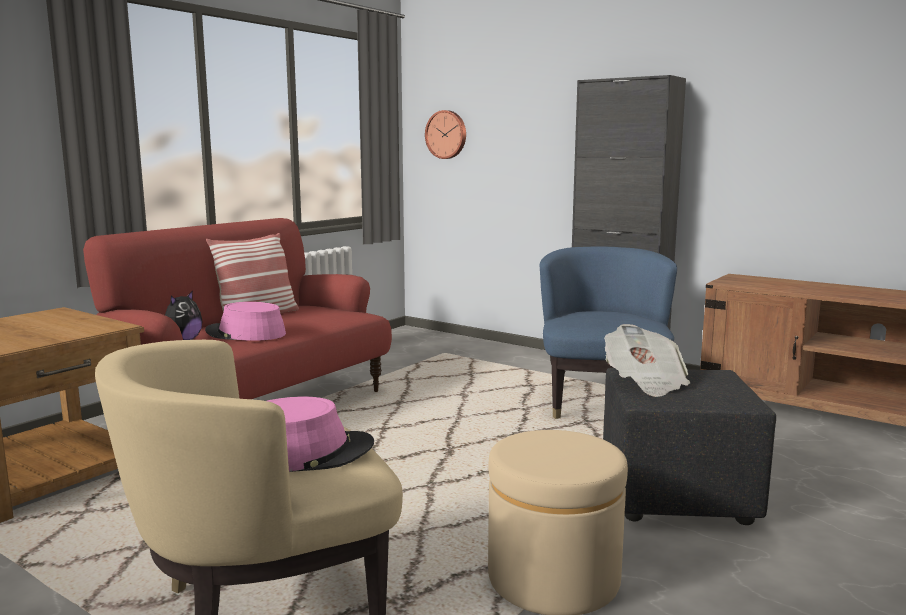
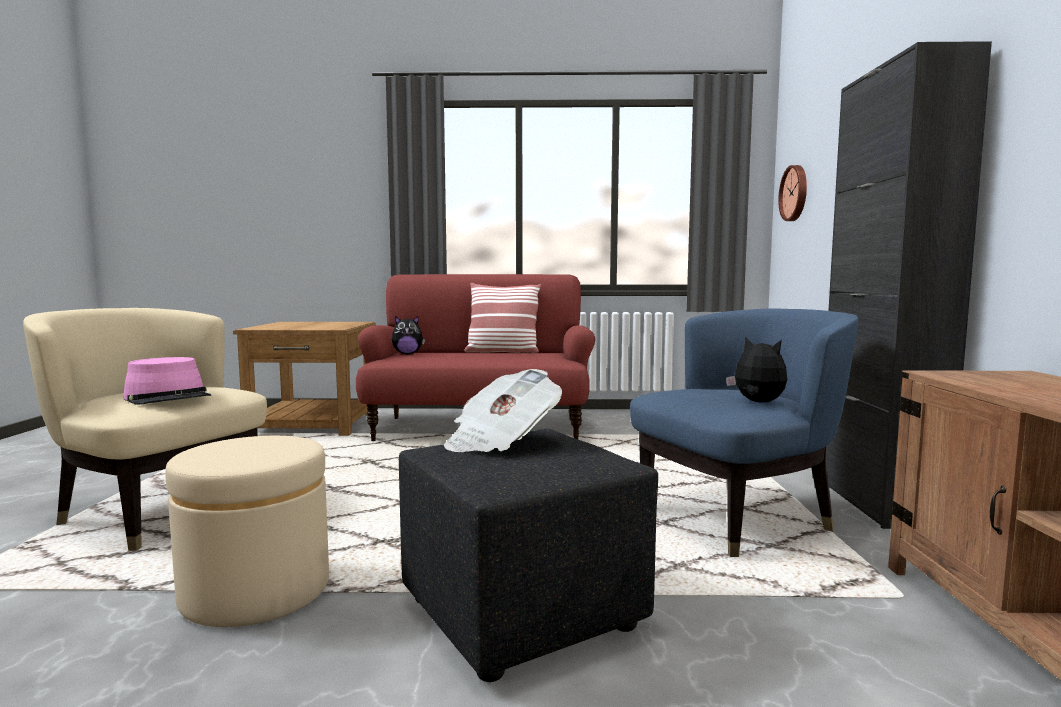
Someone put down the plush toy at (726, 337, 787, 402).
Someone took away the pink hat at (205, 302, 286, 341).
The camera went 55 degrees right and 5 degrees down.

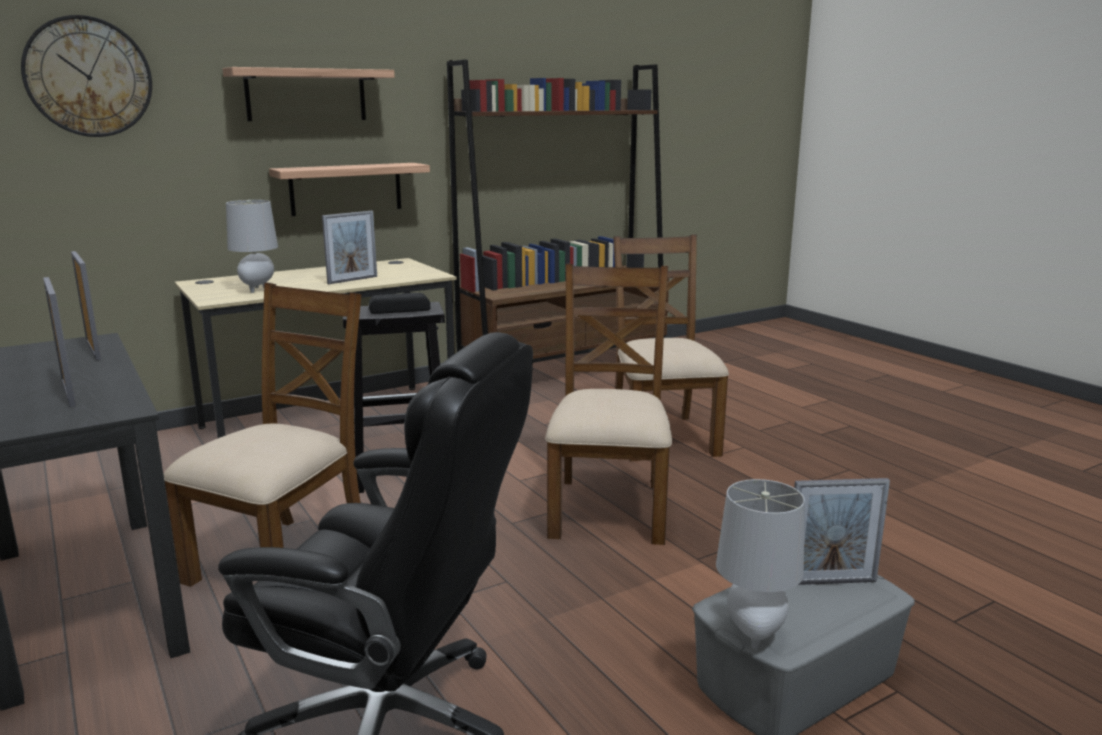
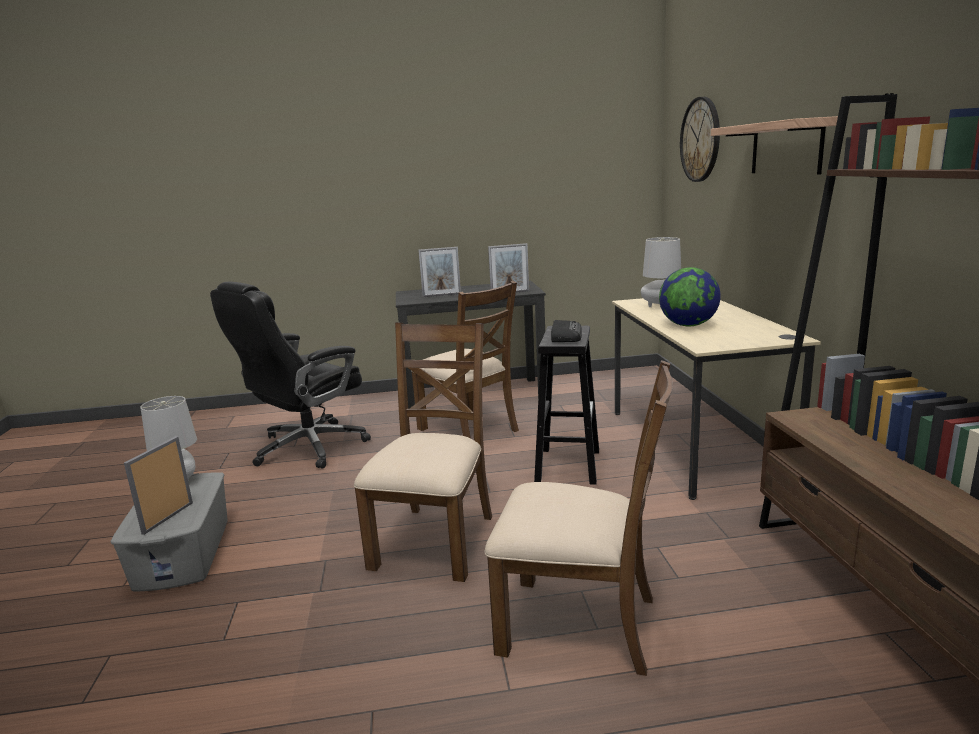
Someone rotated the brown chair at (545, 264, 672, 545) by 105 degrees counterclockwise.
Someone swapped the picture frame at (322, 211, 377, 284) for the globe at (659, 267, 721, 326).
Someone took away the shelf at (269, 163, 430, 216).
The camera went 115 degrees right and 0 degrees up.

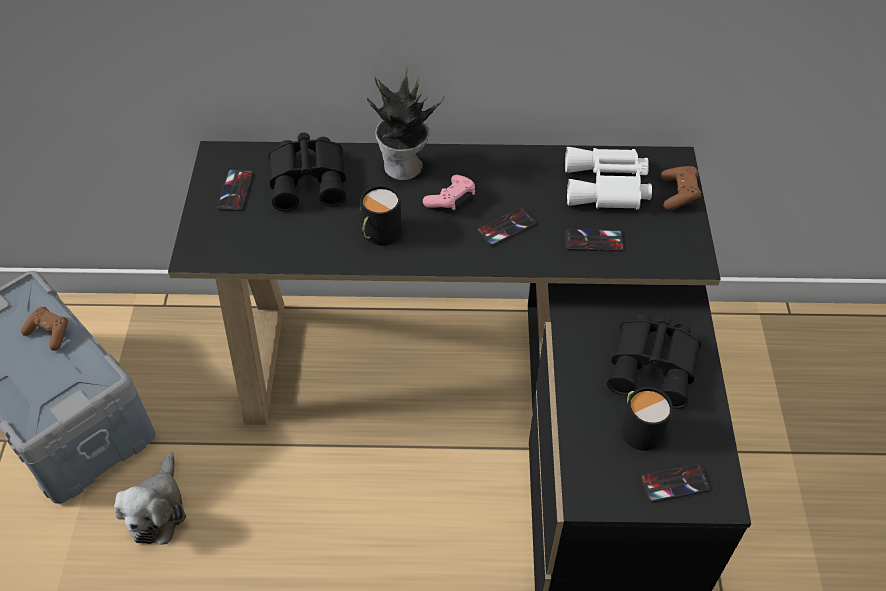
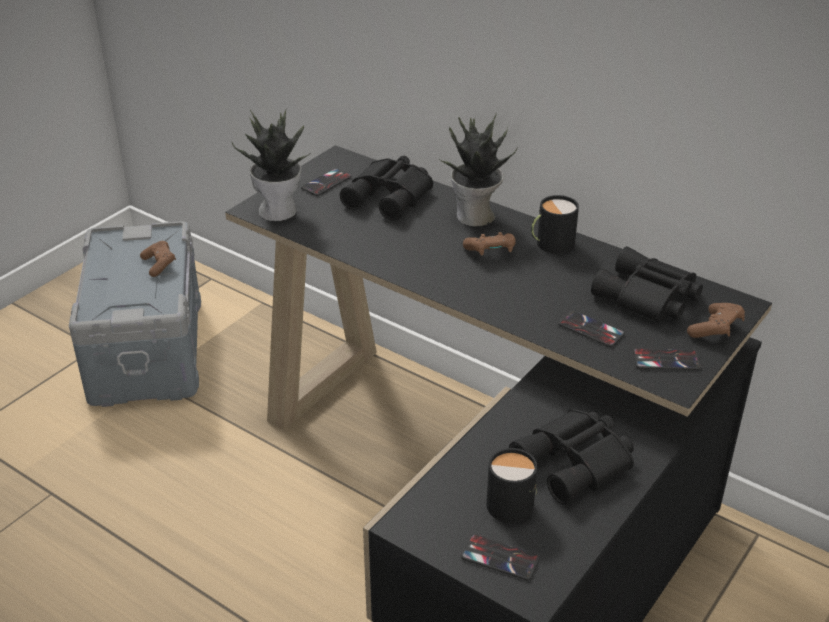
Someone put down the potted plant at (231, 110, 309, 221).
Someone repainted the pink game controller at (423, 175, 475, 210), which became the brown game controller at (463, 232, 516, 255).
Someone carried the black mug from (359, 185, 402, 246) to (531, 195, 579, 254).
Someone repainted the white binoculars at (565, 147, 652, 209), which became the black binoculars at (591, 246, 703, 323).
Someone carried the phone from (477, 207, 537, 246) to (633, 348, 702, 370).
Someone took away the plush toy at (114, 452, 186, 545).
The camera went 35 degrees right and 15 degrees down.

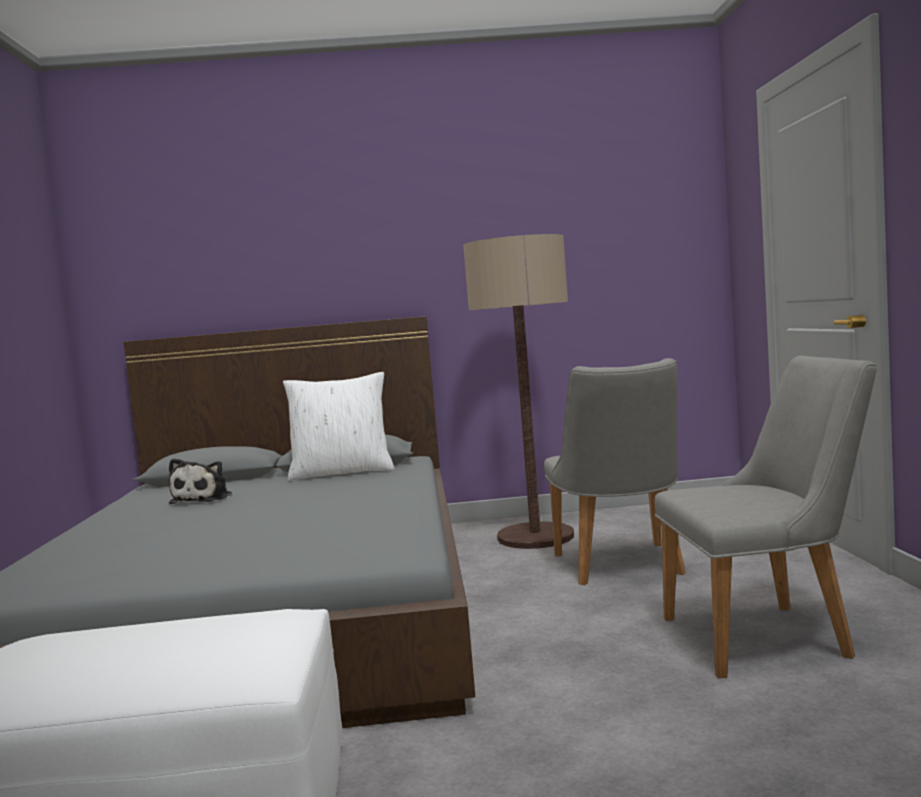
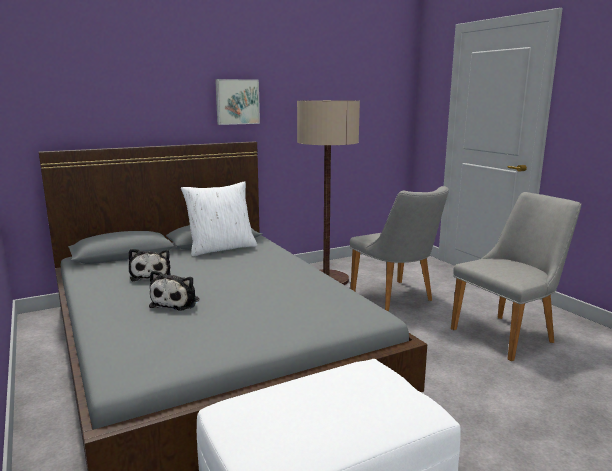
Someone put down the plush toy at (149, 270, 199, 311).
Someone put up the picture at (215, 79, 260, 125).
The camera went 25 degrees left and 10 degrees up.

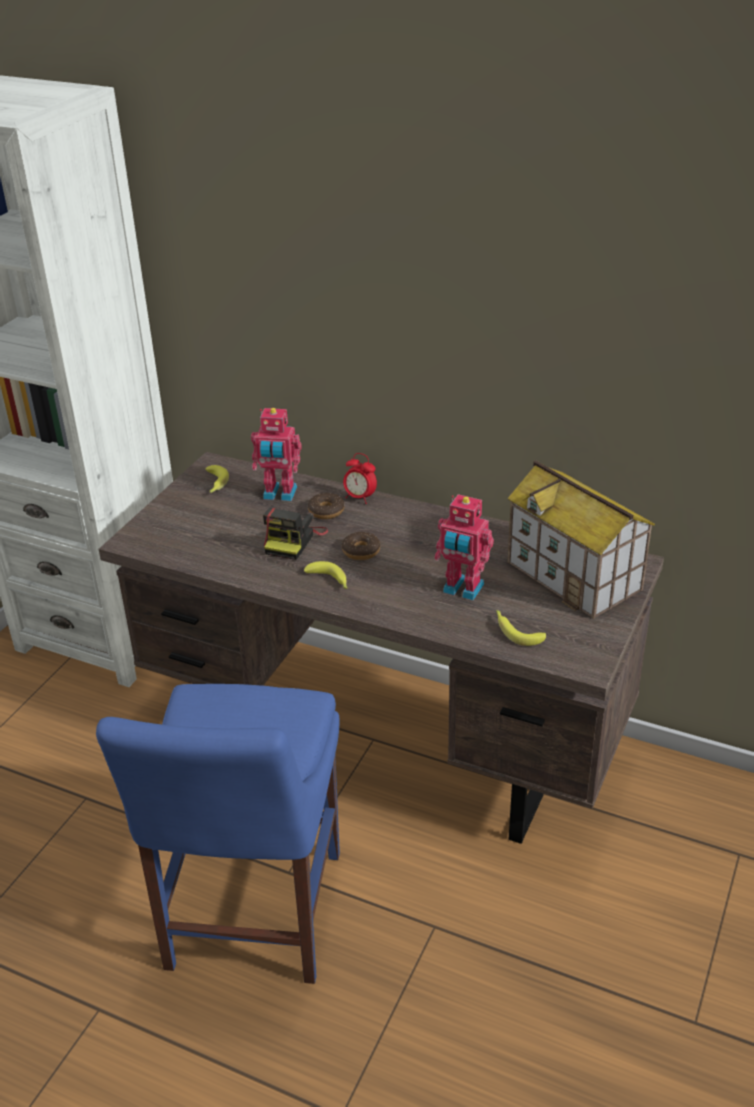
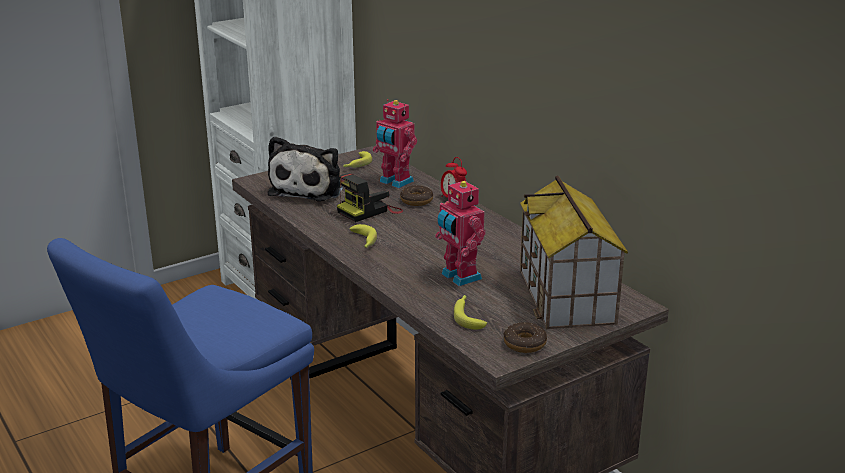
Someone put down the plush toy at (268, 136, 343, 201).
Someone carried the donut from (342, 532, 380, 560) to (503, 322, 547, 353).
The camera went 30 degrees right and 10 degrees down.

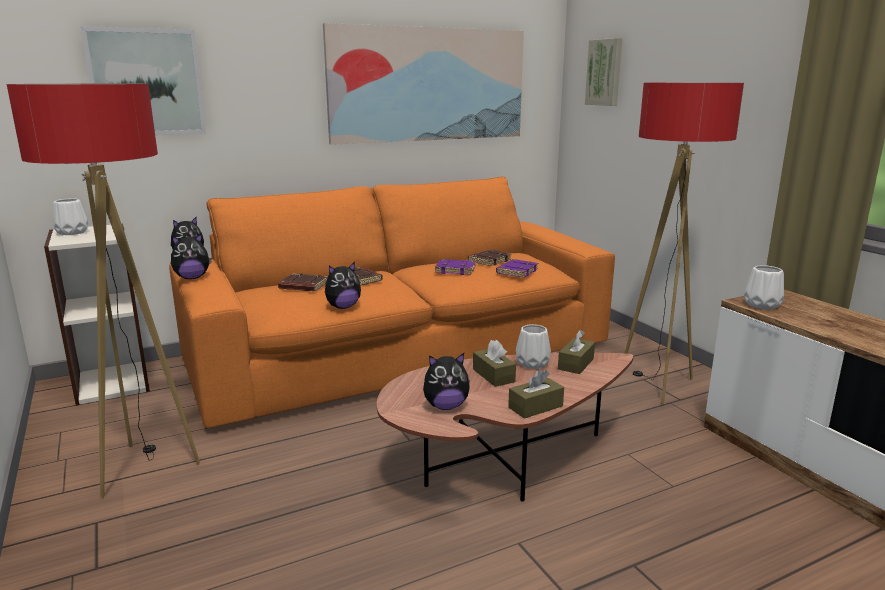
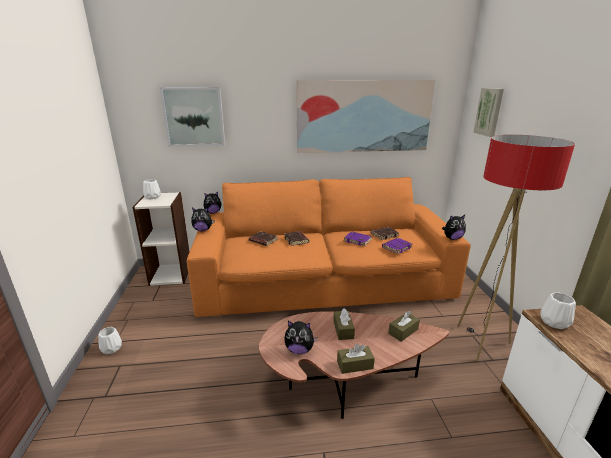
Someone carried the white vase from (516, 324, 551, 369) to (98, 327, 122, 354).
Someone carried the plush toy from (325, 262, 361, 309) to (442, 215, 466, 240).
Someone took away the floor lamp at (7, 84, 200, 498).
The camera went 20 degrees right and 5 degrees up.

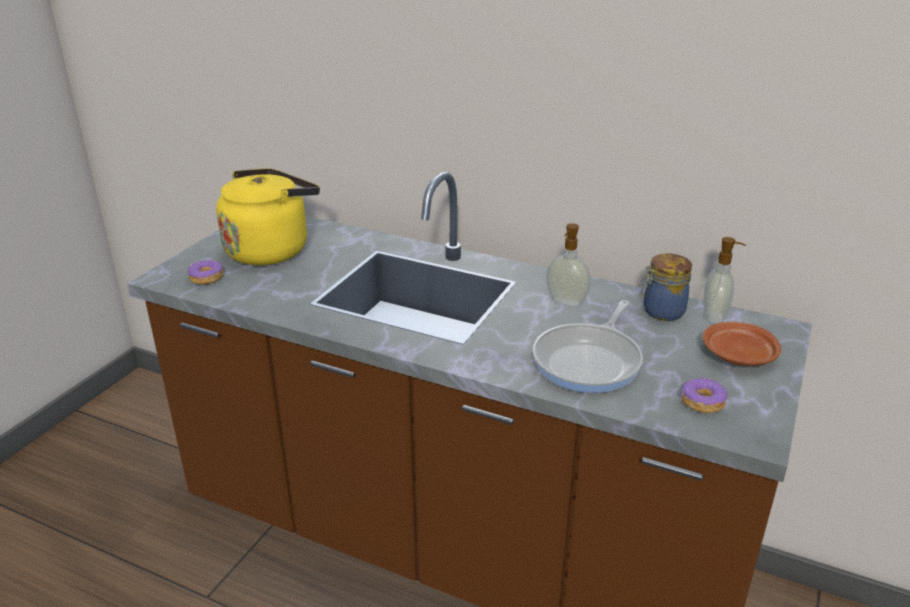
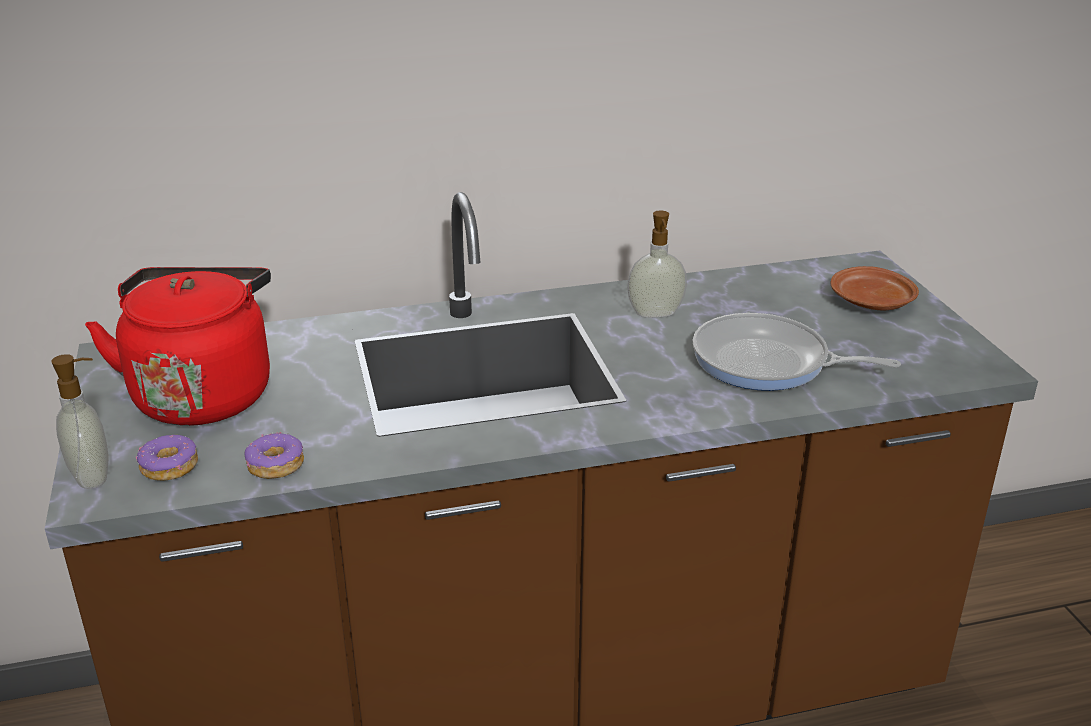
Someone carried the soap dispenser from (703, 237, 746, 324) to (51, 354, 109, 489).
Someone repainted the yellow kettle at (216, 168, 320, 265), which became the red kettle at (85, 267, 271, 426).
Someone carried the donut from (682, 377, 727, 413) to (245, 432, 304, 479).
Someone rotated the frying pan at (533, 300, 643, 393) by 120 degrees clockwise.
Someone took away the jar at (641, 254, 692, 321).
The camera went 40 degrees left and 0 degrees up.

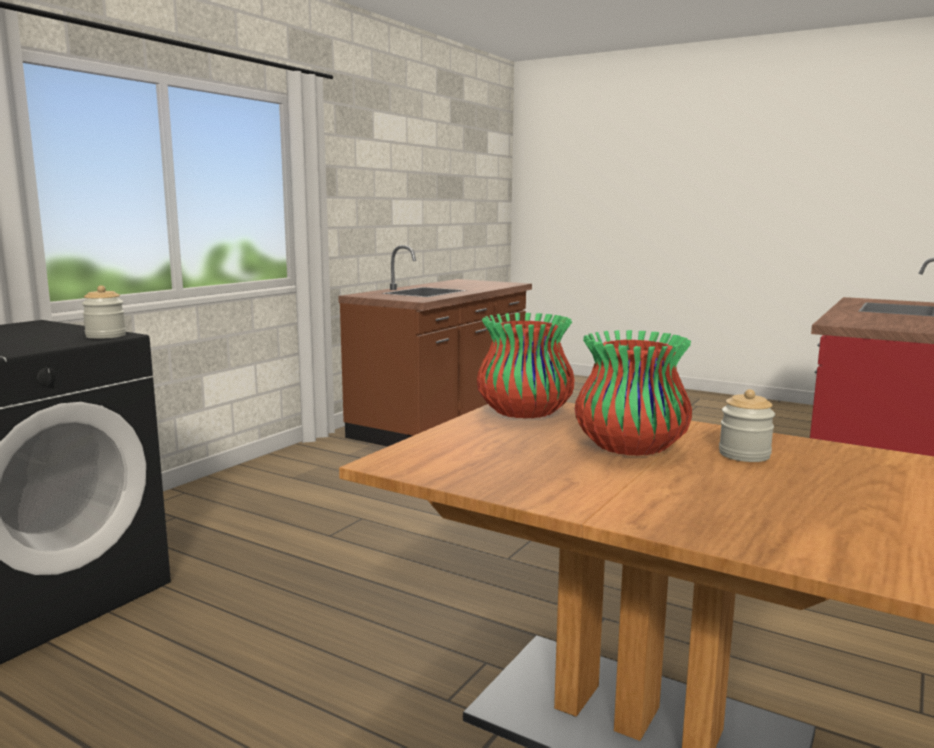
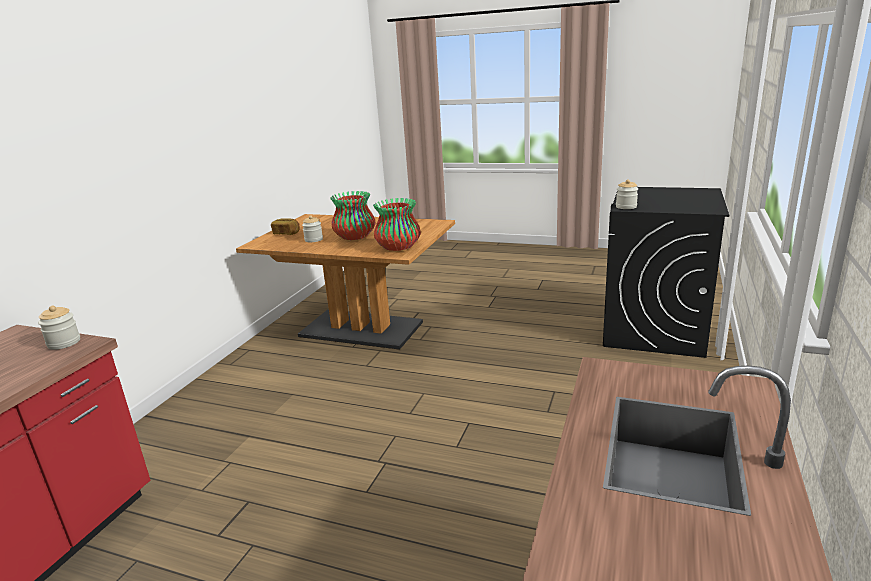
Someone put down the jar at (38, 306, 80, 350).
Someone put down the bread at (271, 218, 300, 235).
The camera went 170 degrees right and 10 degrees up.

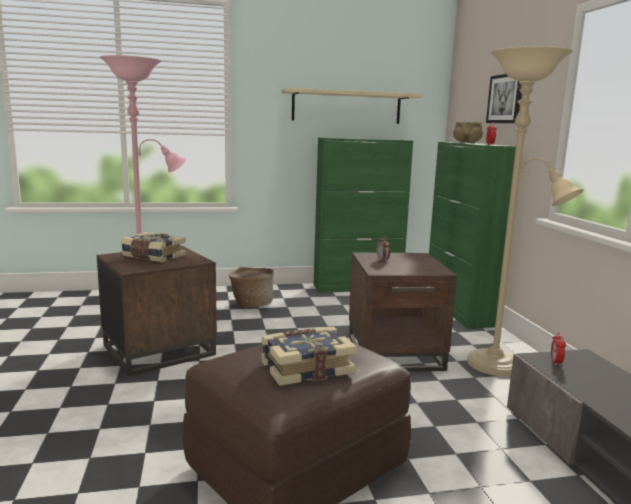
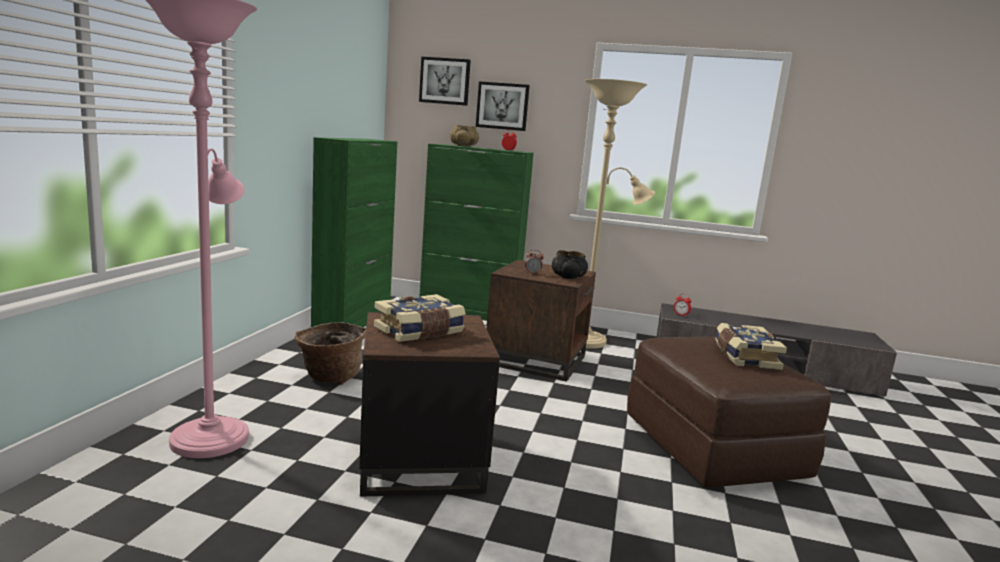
Someone put up the picture at (419, 57, 471, 106).
Someone put down the black bowl at (552, 250, 588, 279).
Someone took away the beige shelf at (281, 88, 422, 124).
The camera went 65 degrees left and 0 degrees up.

